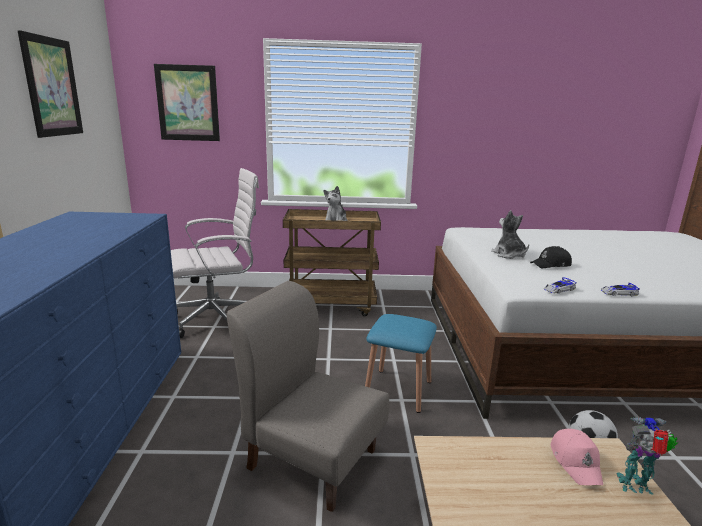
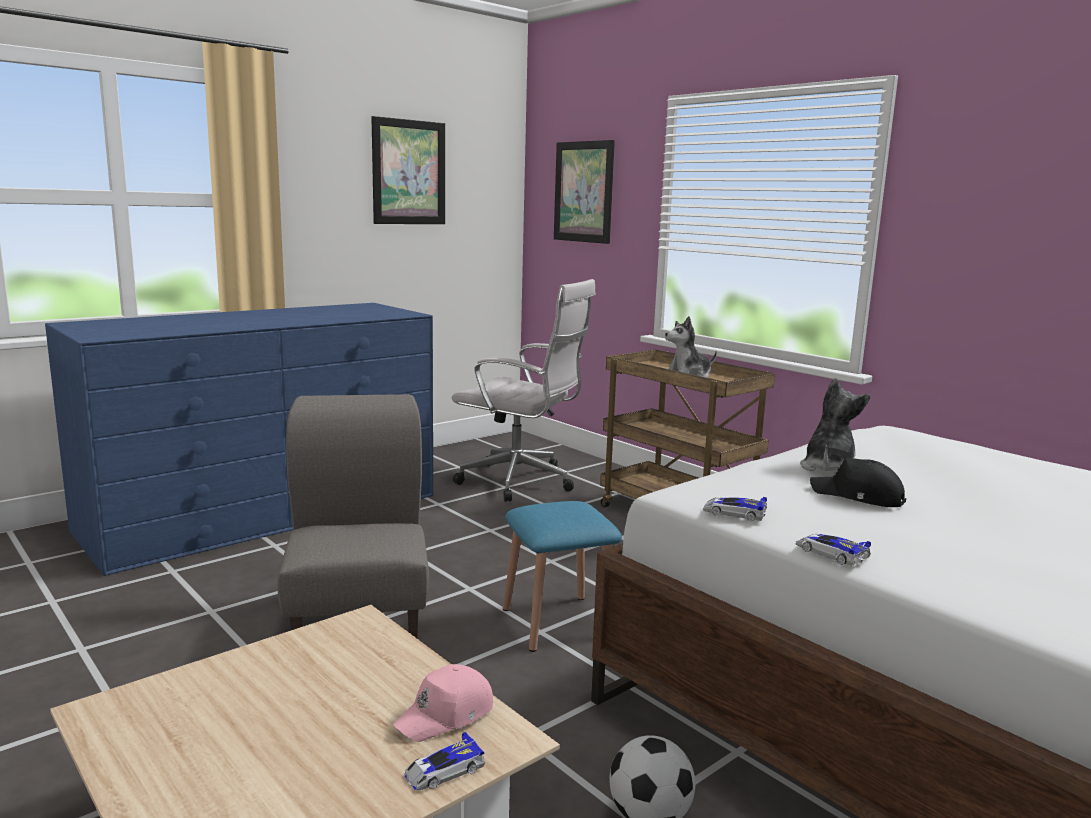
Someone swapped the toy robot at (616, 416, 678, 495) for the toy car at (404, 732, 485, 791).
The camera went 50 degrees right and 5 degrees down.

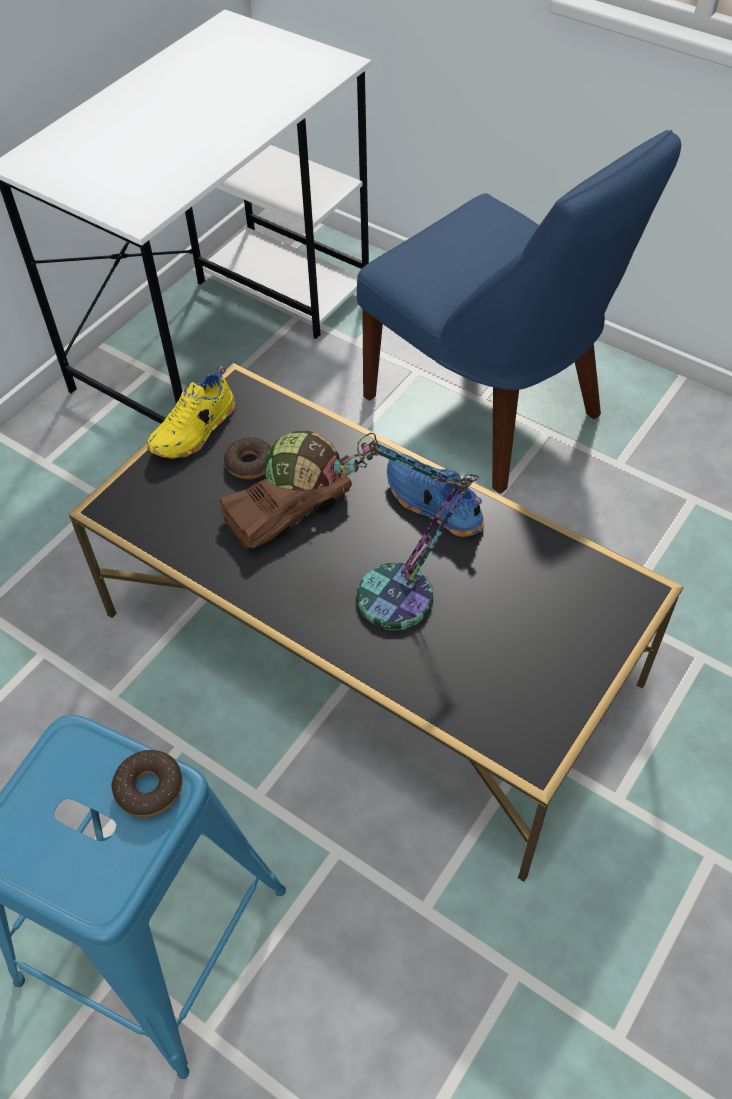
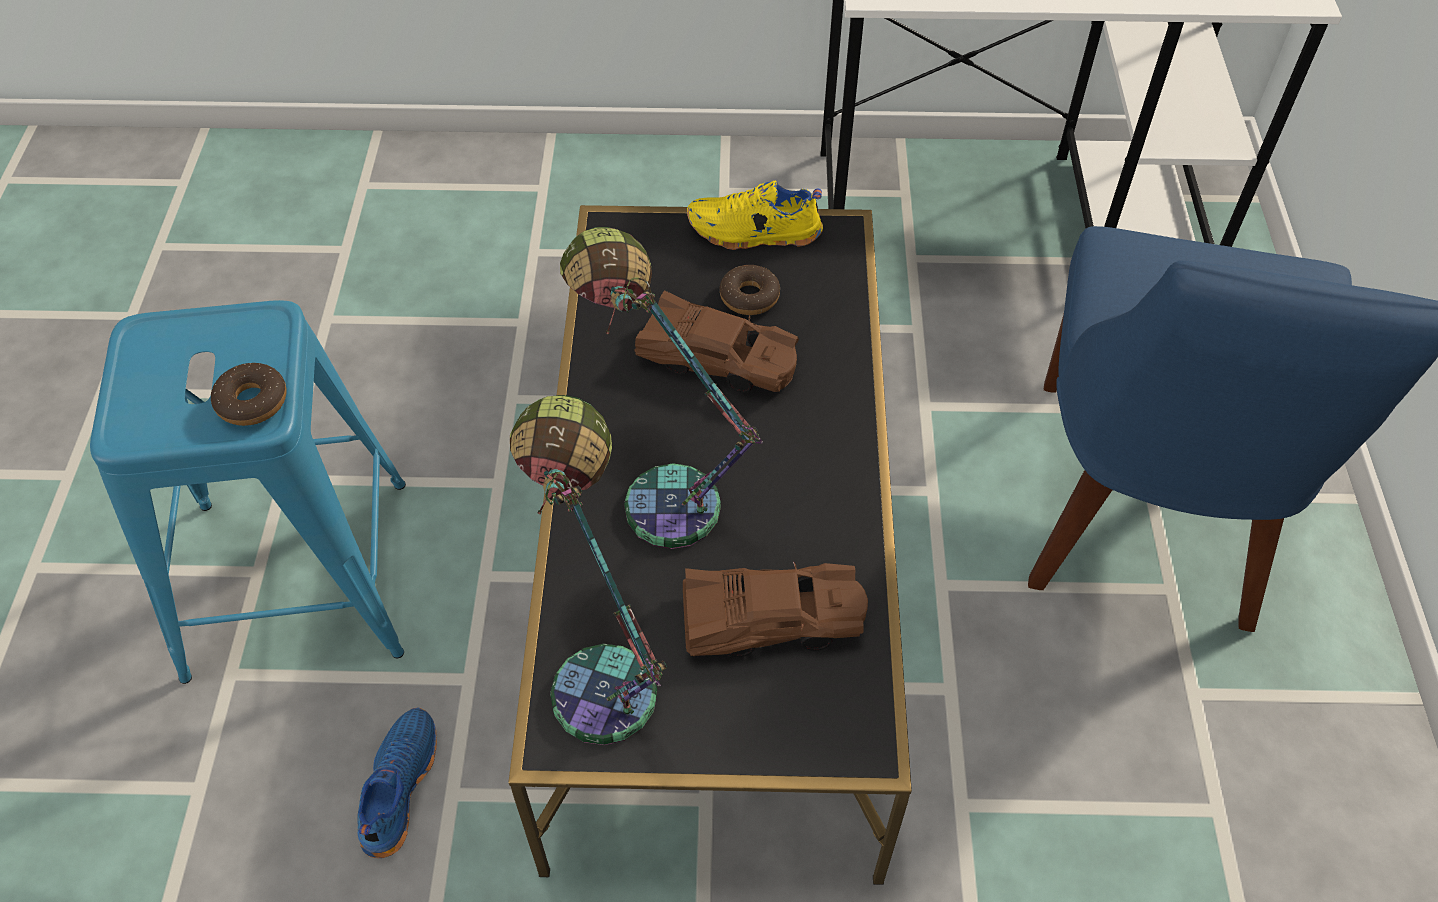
Someone carried the blue shoe from (387, 454, 485, 537) to (358, 708, 437, 858).
Someone put down the table lamp at (510, 395, 667, 745).
Someone put down the brown toy car at (683, 561, 868, 657).
The camera went 55 degrees right and 0 degrees up.

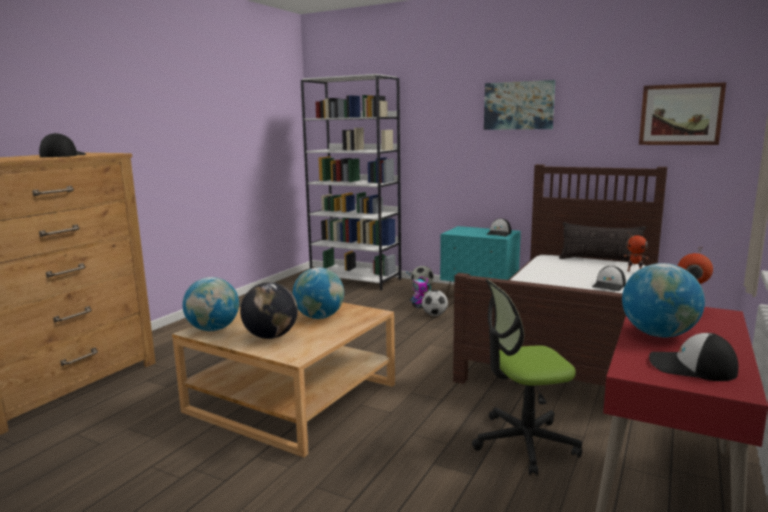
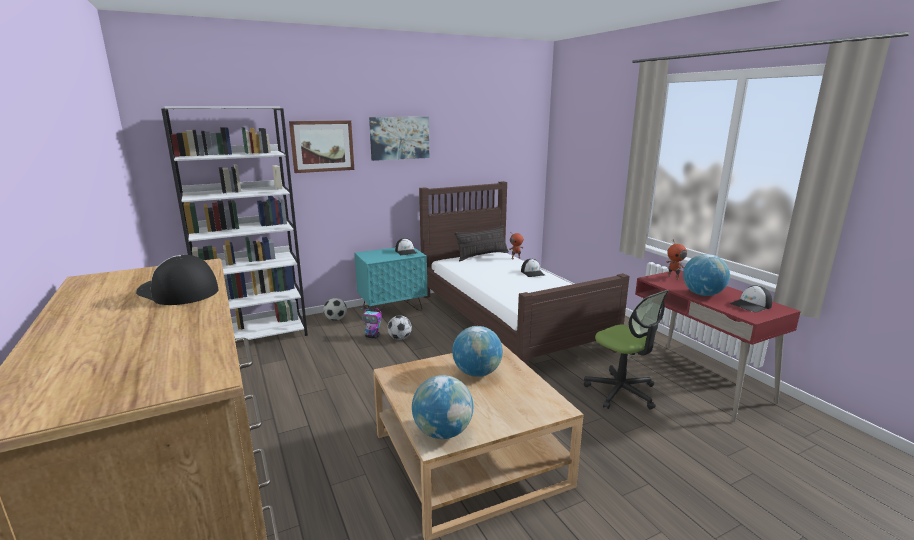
Someone carried the picture from (639, 82, 726, 145) to (289, 120, 354, 173).
Someone rotated the office chair at (472, 279, 582, 476) by 60 degrees counterclockwise.
Someone took away the globe at (240, 282, 298, 339).
The camera went 55 degrees left and 5 degrees up.

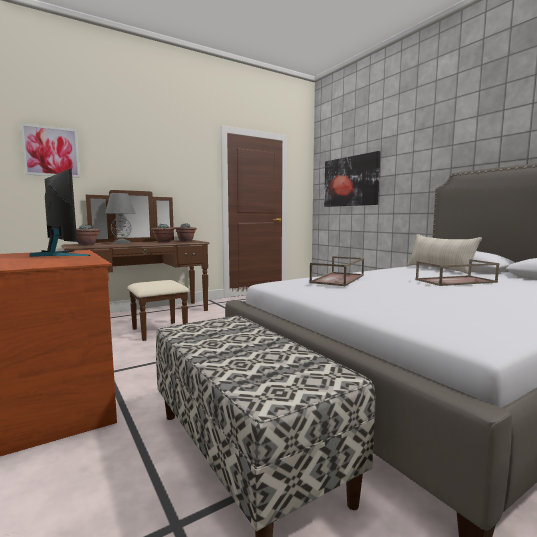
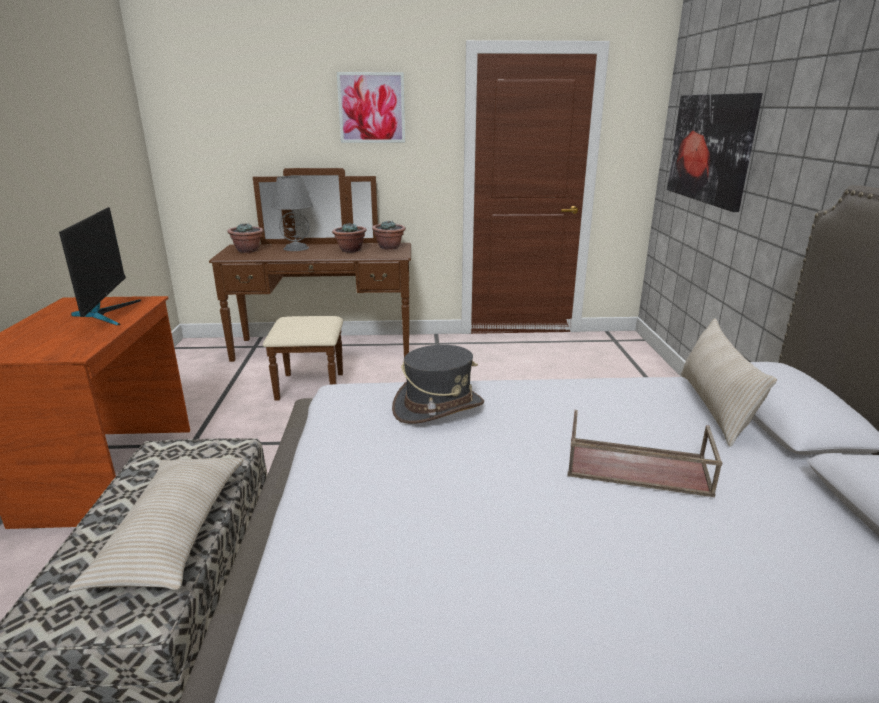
Someone put down the beige pillow at (68, 457, 244, 591).
Someone carried the picture from (20, 123, 80, 178) to (337, 72, 405, 143).
Someone swapped the brown tray at (309, 256, 364, 286) for the grey hat at (392, 345, 484, 424).
The camera went 30 degrees right and 15 degrees up.

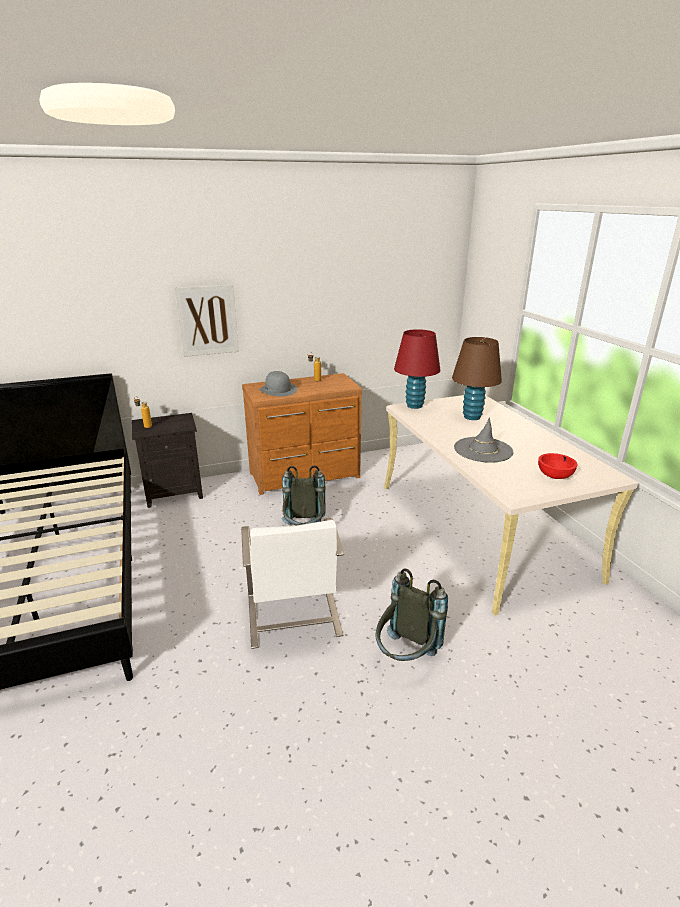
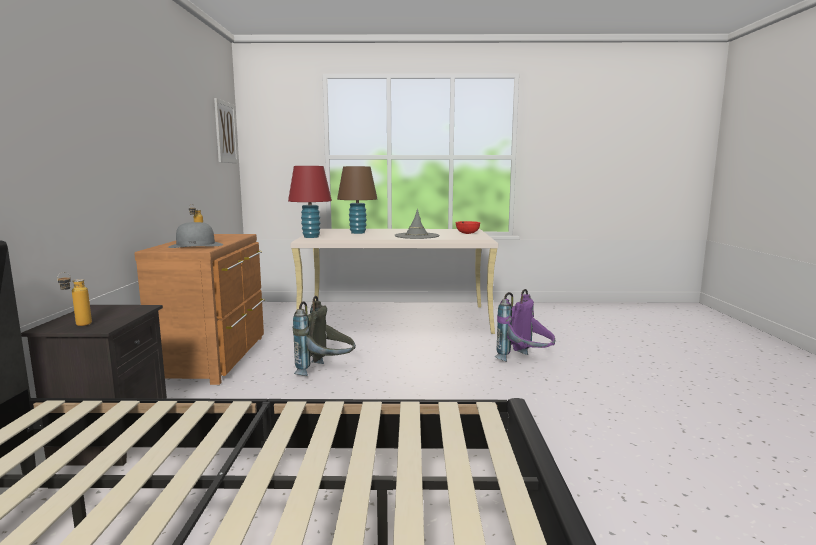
Someone carried the picture from (175, 284, 239, 357) to (214, 98, 238, 163).
Someone repainted the grey backpack at (376, 569, 448, 661), which became the purple backpack at (495, 289, 555, 362).
Someone took away the white chair at (241, 518, 344, 649).
The camera went 70 degrees left and 15 degrees down.

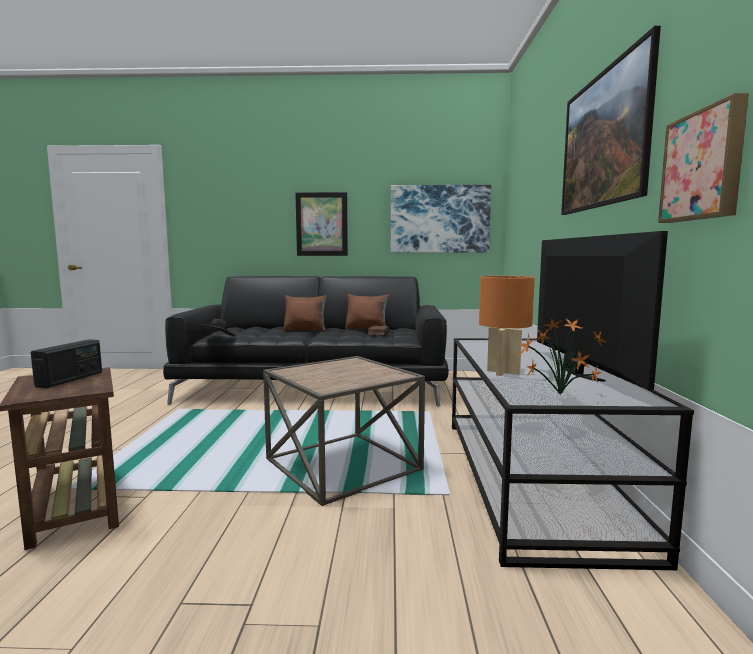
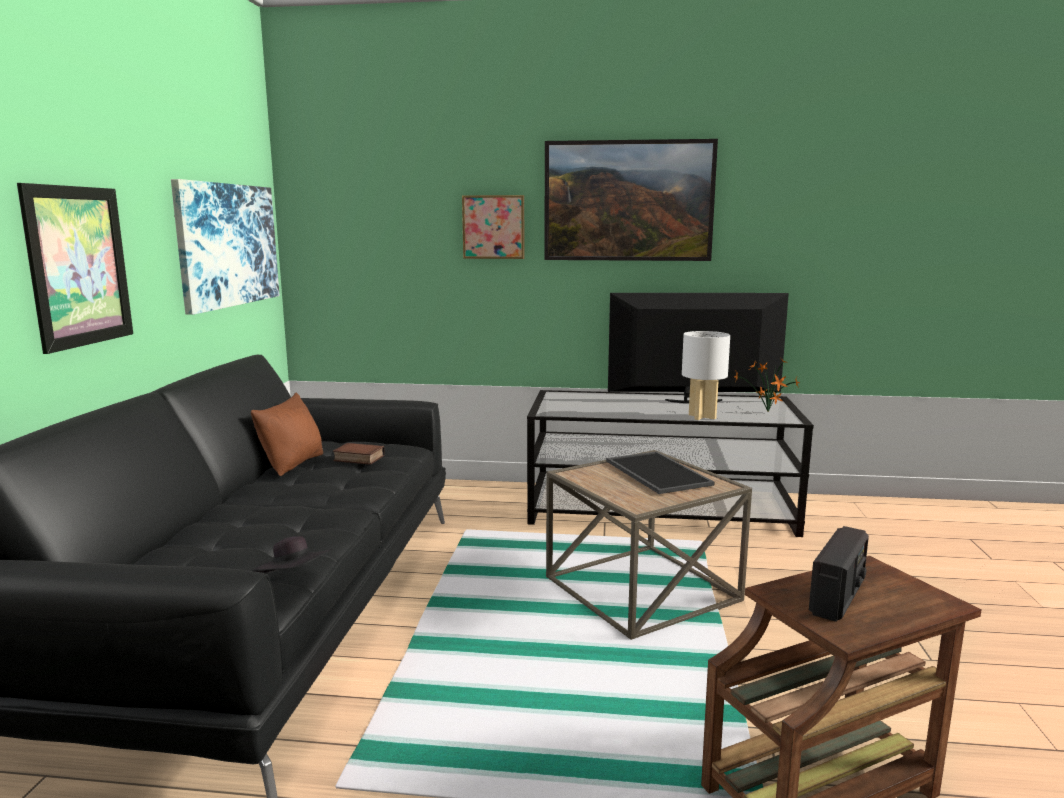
Someone carried the picture from (658, 93, 749, 223) to (462, 195, 524, 259).
Someone put down the tray at (606, 451, 715, 494).
Someone repainted the orange table lamp at (479, 276, 535, 376), which became the white table lamp at (682, 331, 730, 420).
Someone rotated the radio at (31, 339, 102, 388) by 105 degrees clockwise.
Someone took away the brown pillow at (284, 295, 327, 331).
The camera went 85 degrees left and 5 degrees up.

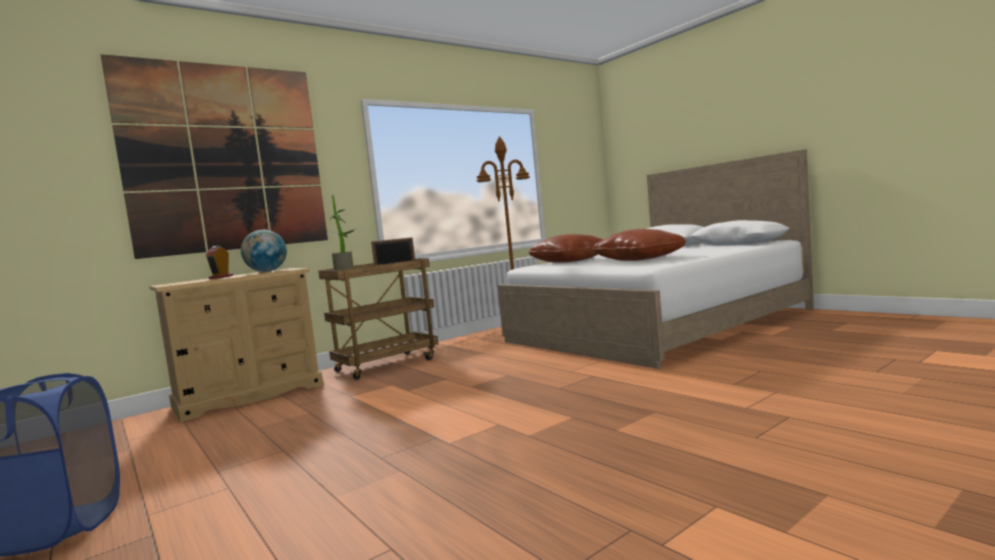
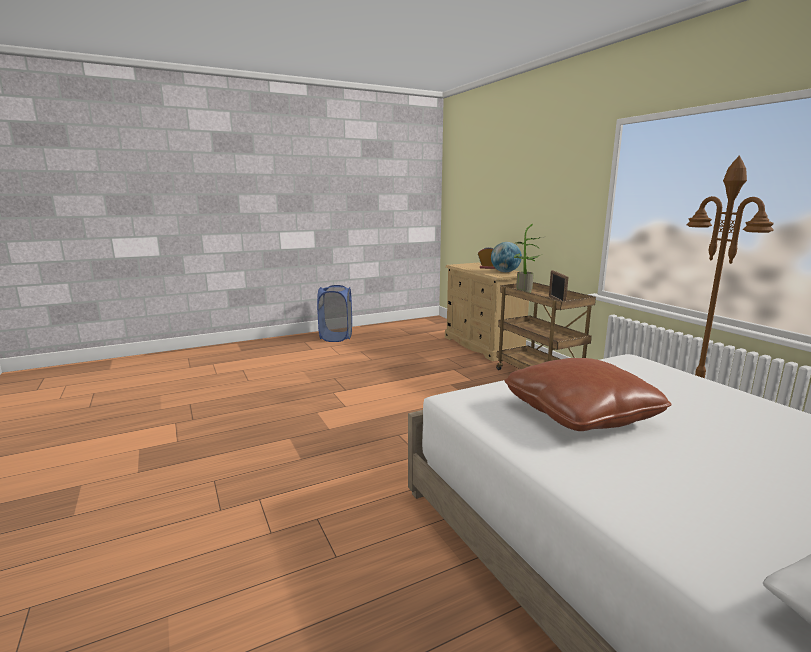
Someone took away the picture at (101, 54, 328, 259).
Someone took away the brown pillow at (528, 234, 603, 263).
The camera went 100 degrees right and 10 degrees up.

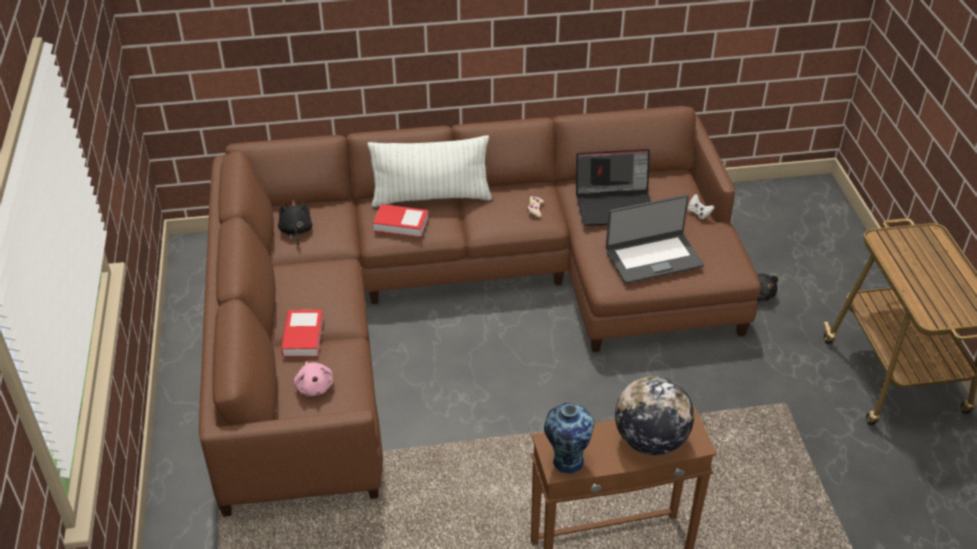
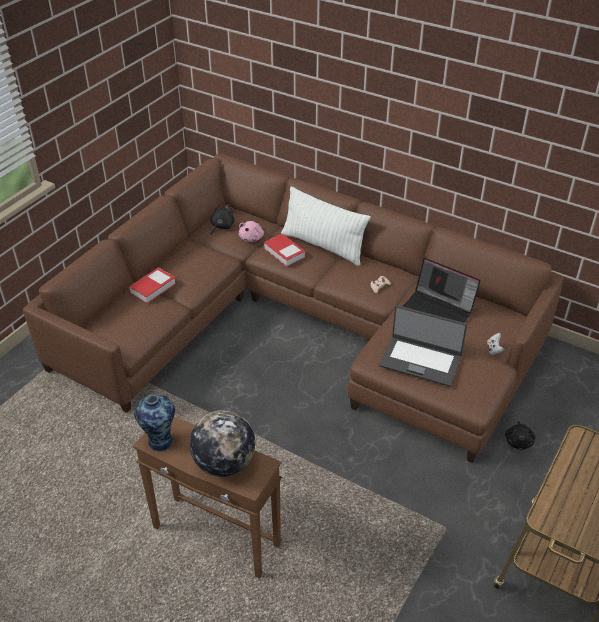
Someone carried the pink plush toy from (294, 361, 333, 396) to (239, 221, 264, 242).
The camera went 40 degrees right and 0 degrees up.

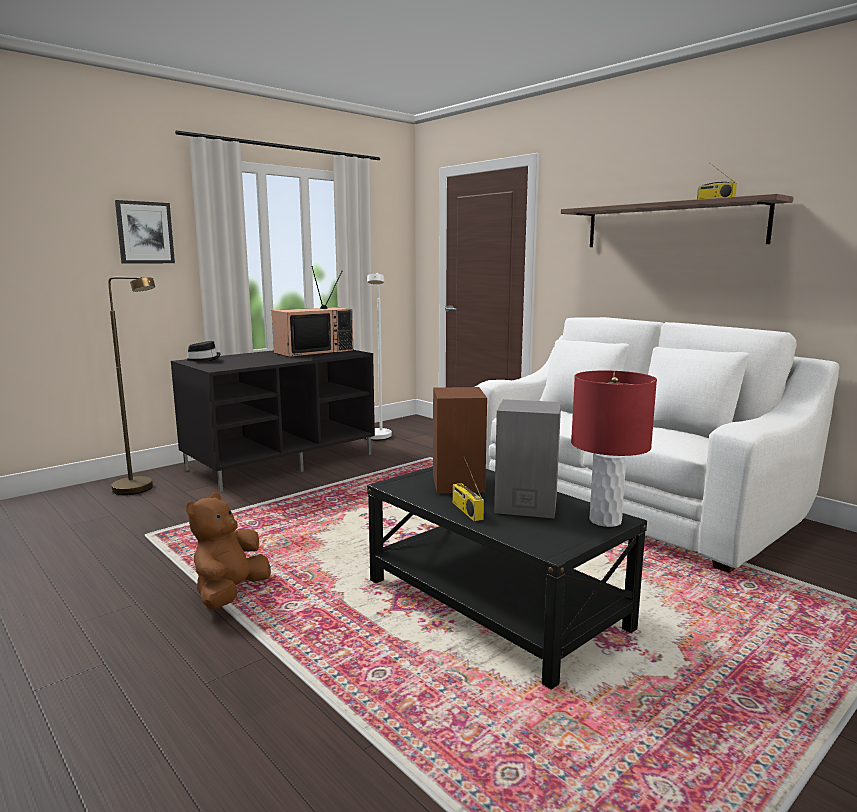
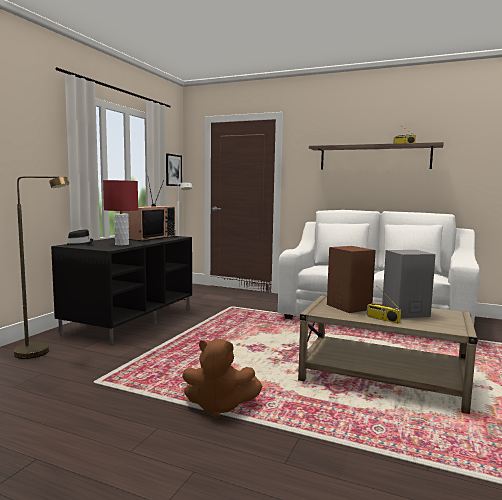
Someone carried the red table lamp from (571, 370, 657, 527) to (103, 180, 138, 245).
Someone carried the picture from (115, 200, 175, 264) to (166, 153, 182, 186).
Someone rotated the brown plush toy at (186, 492, 271, 609) by 75 degrees counterclockwise.
Someone repainted the black coffee table at (367, 466, 647, 690), which became the beige coffee table at (298, 295, 478, 414).
The camera went 25 degrees left and 5 degrees down.

